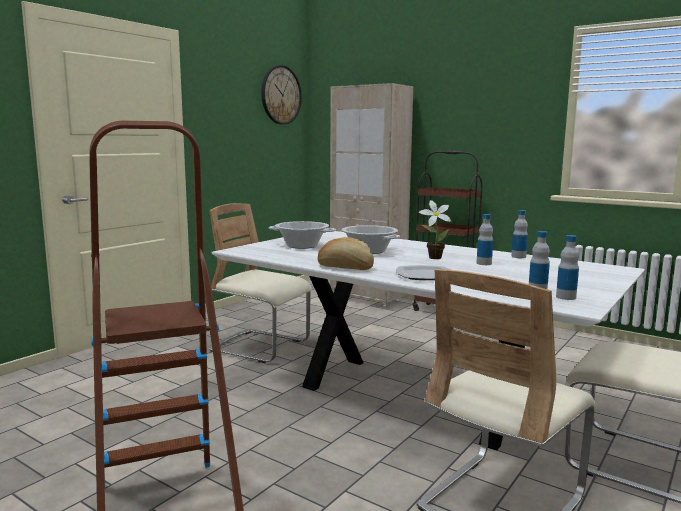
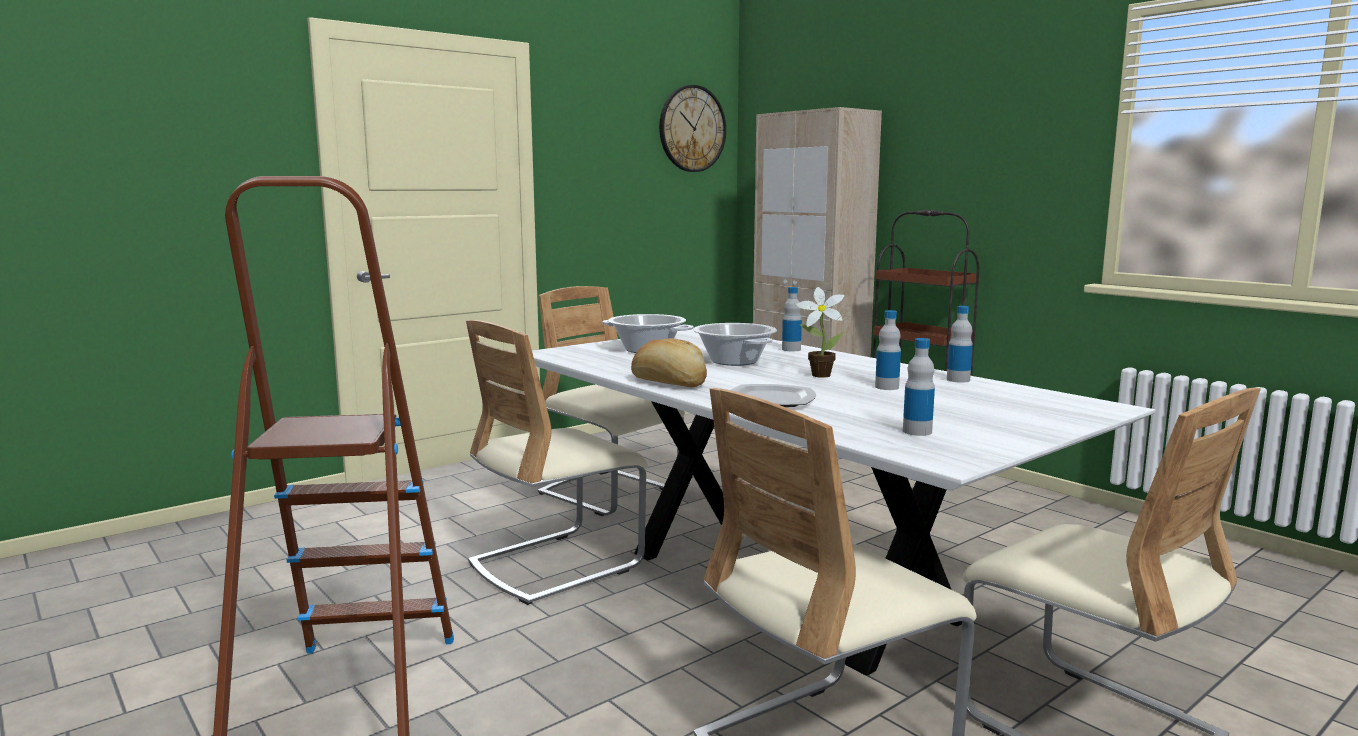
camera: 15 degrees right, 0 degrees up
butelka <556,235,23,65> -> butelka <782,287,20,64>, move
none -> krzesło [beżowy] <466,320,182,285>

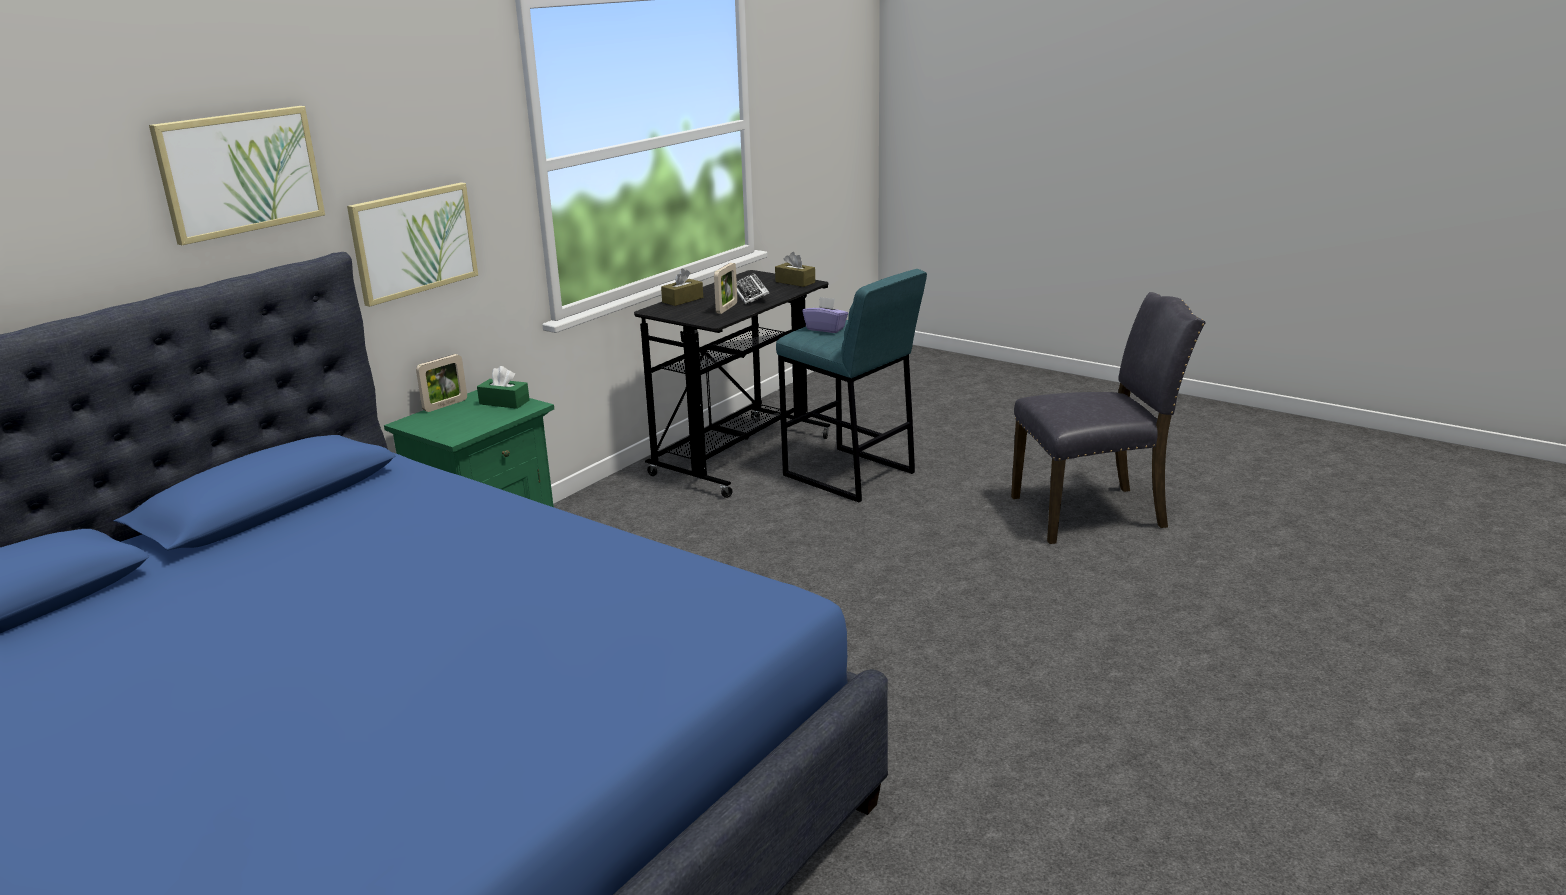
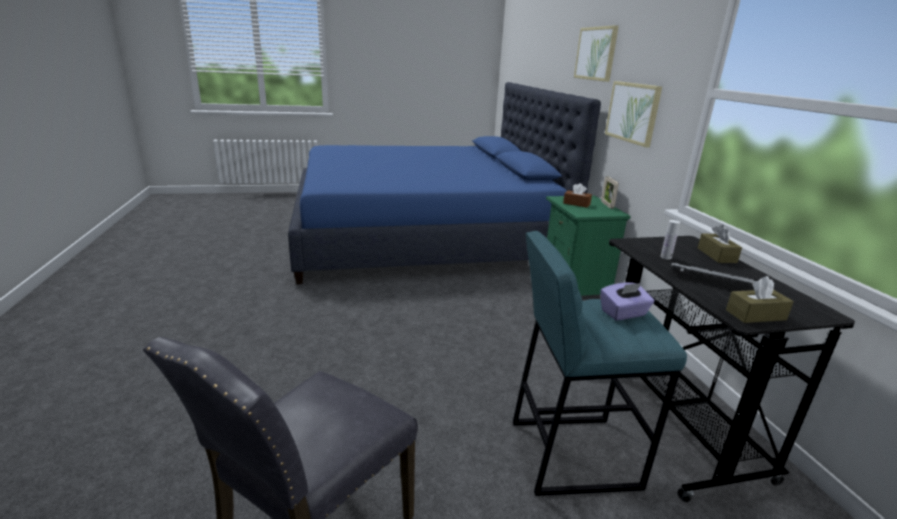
camera: 130 degrees right, 0 degrees up
pudełko chusteczek [zielony] <477,366,53,43> -> none
ramka na zdjęcie <714,263,23,51> -> butelka [biały] <660,220,20,40>
none -> pudełko chusteczek [brązowy] <563,183,29,25>

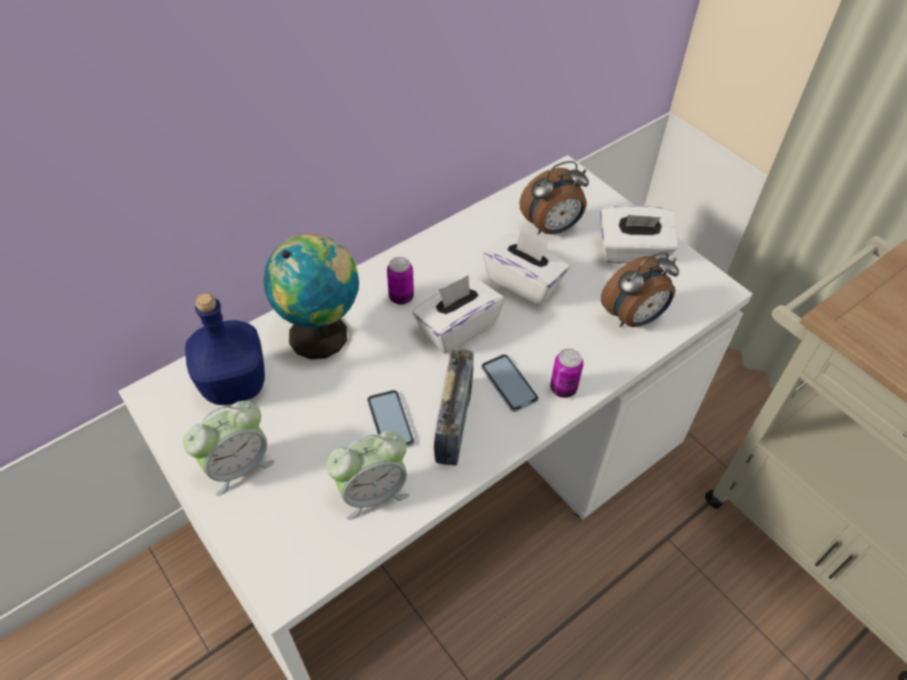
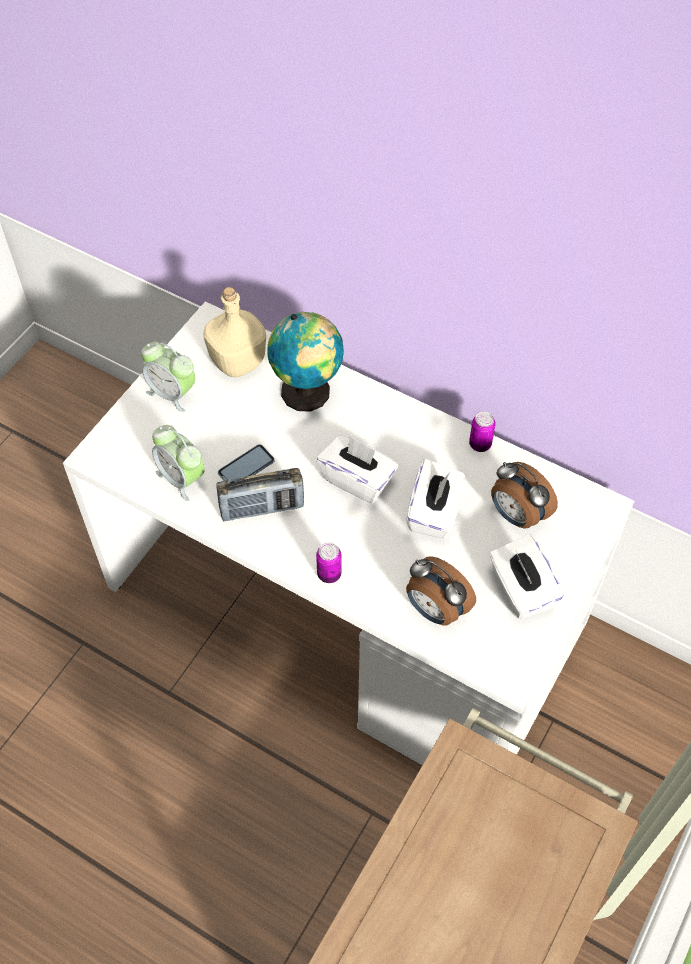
camera: 70 degrees right, 5 degrees up
butelka [niebieski] <185,293,80,112> -> butelka [beżowy] <203,287,63,90>
puszka <387,257,27,48> -> puszka <469,411,27,41>, move
telefon <481,354,58,58> -> none

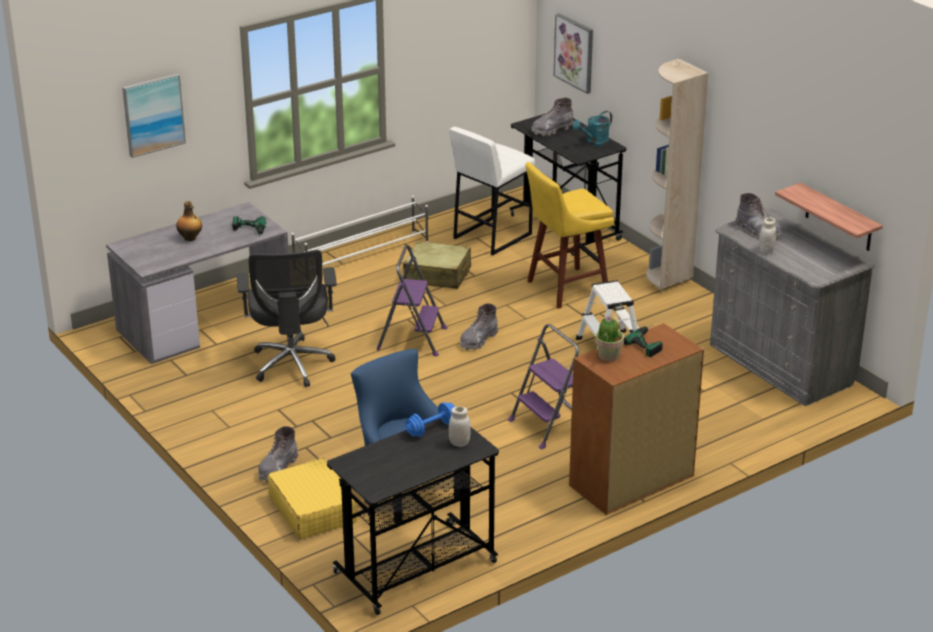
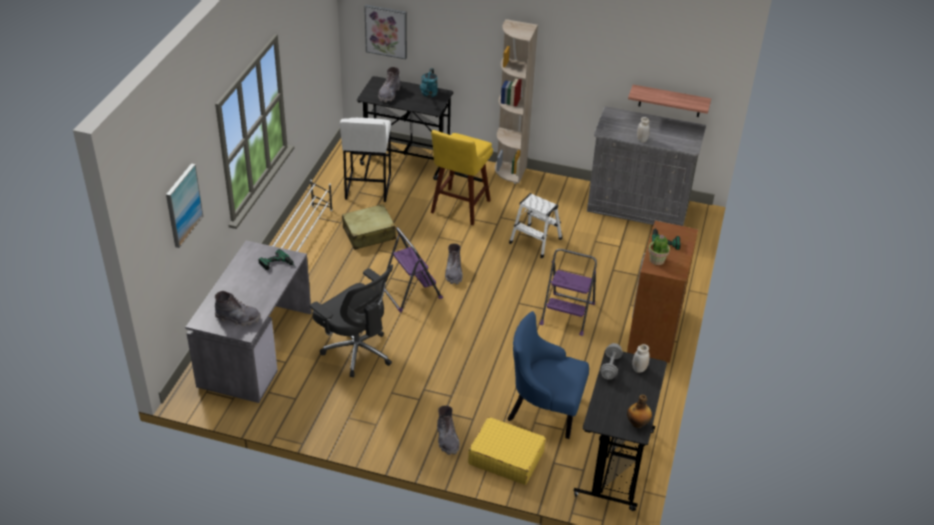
camera: 40 degrees left, 10 degrees up
butelka <176,201,26,40> -> butelka <627,394,25,34>, move
hantel [niebieski] <405,402,50,35> -> hantel [szary] <600,343,23,37>
but z cholewką [szary] <735,193,48,47> -> but z cholewką [szary] <215,291,46,35>, move

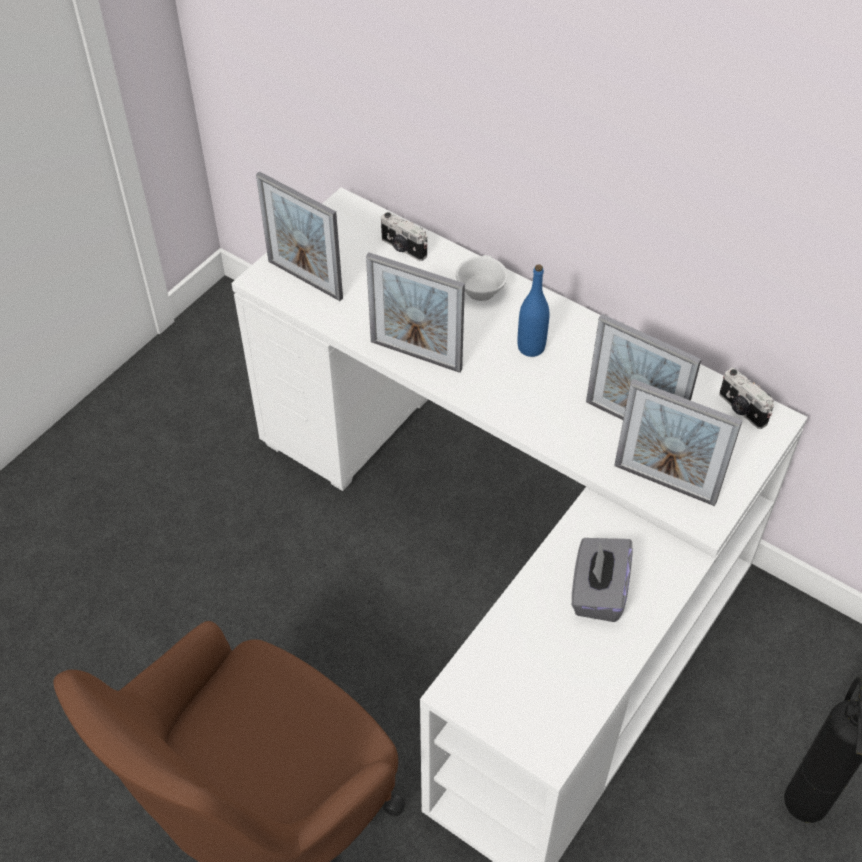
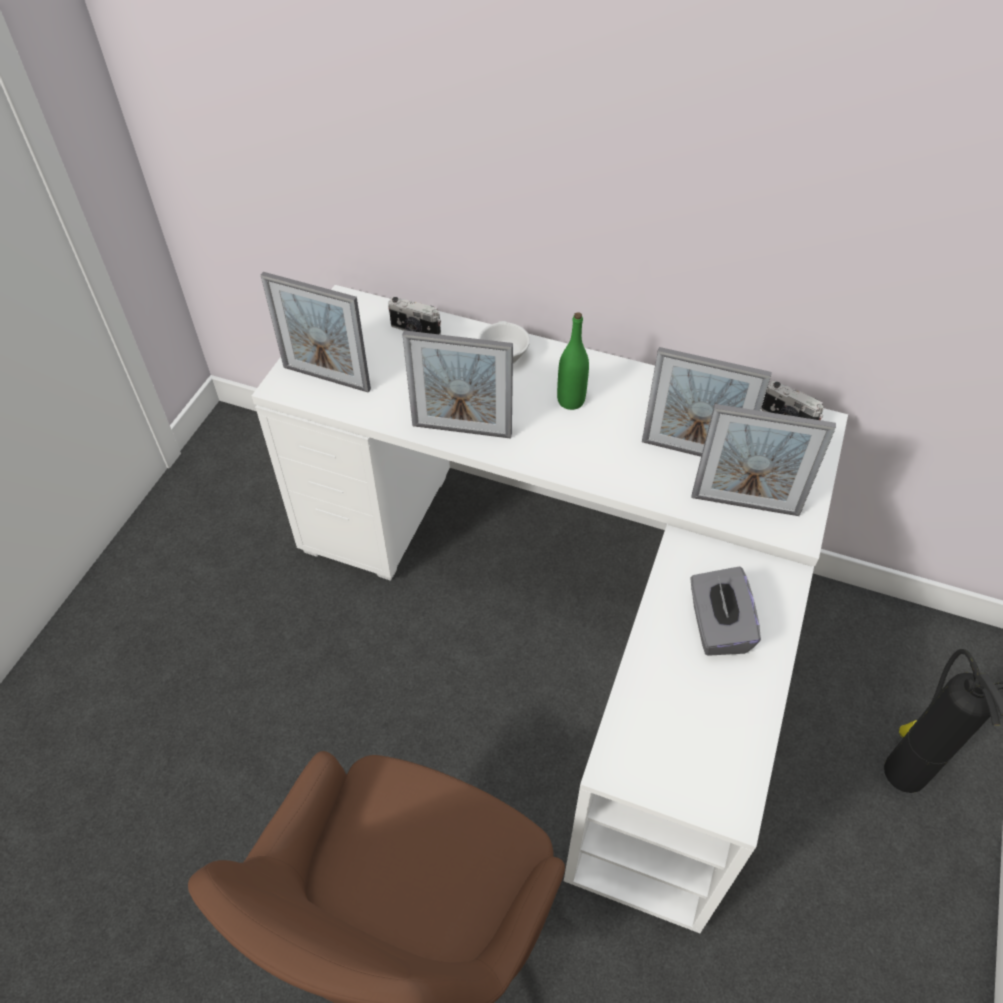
camera: 15 degrees left, 0 degrees up
butelka [niebieski] <517,264,32,93> -> butelka [zielony] <557,312,32,98>

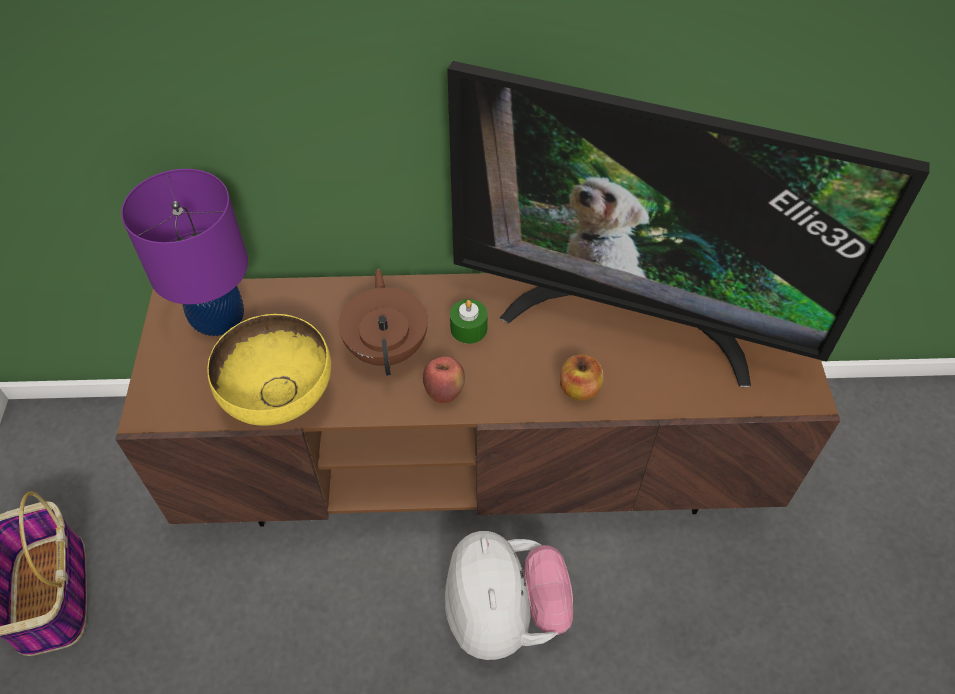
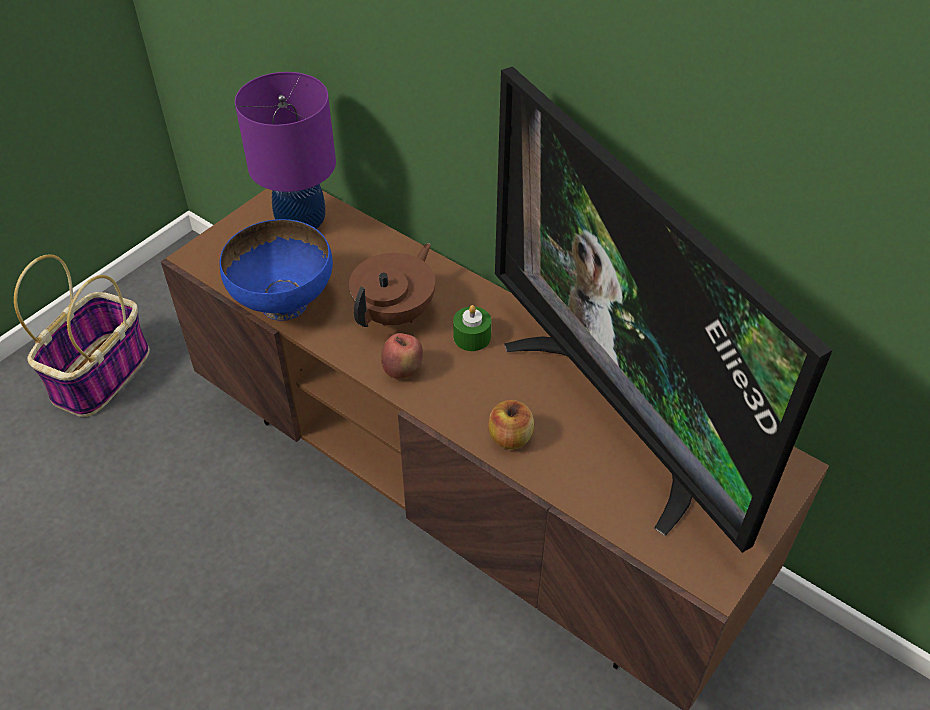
camera: 40 degrees right, 5 degrees down
miska [żółty] <207,314,124,112> -> miska [niebieski] <220,219,113,102>
pluszak <445,531,128,129> -> none

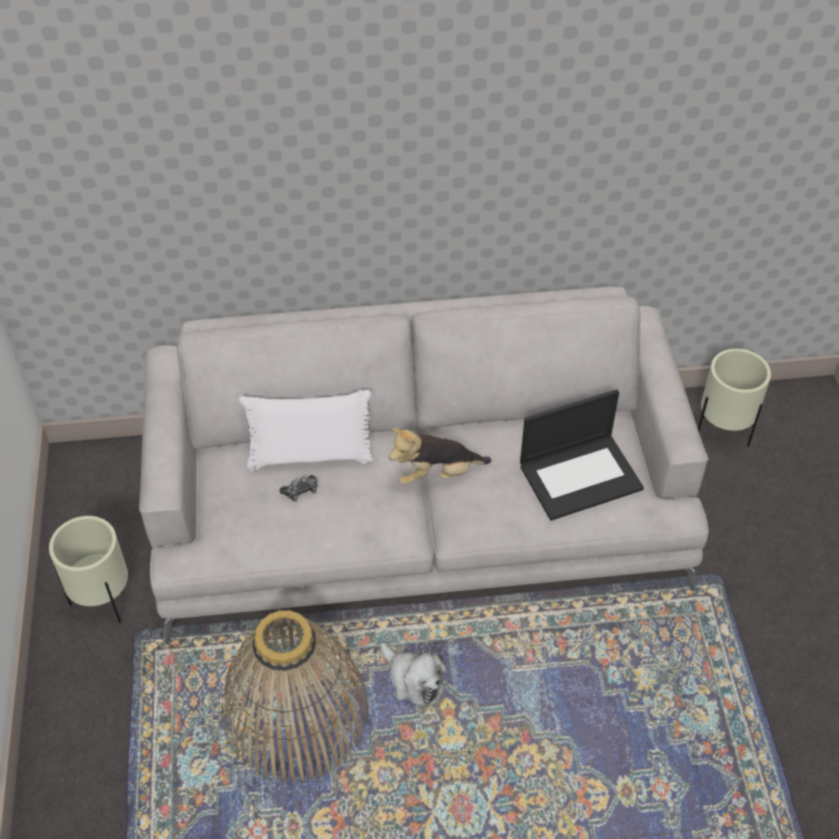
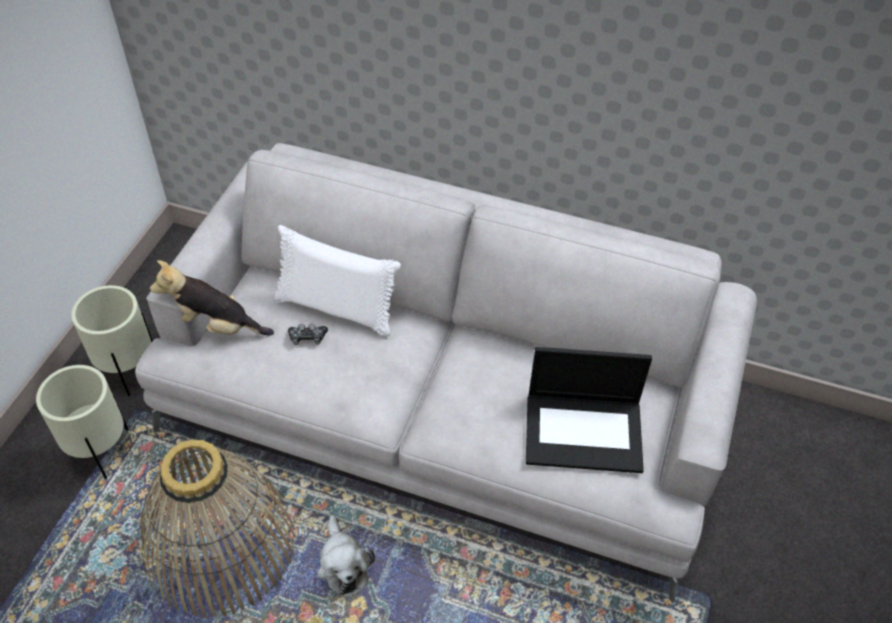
camera: 25 degrees right, 0 degrees up
pluszak <389,428,103,57> -> pluszak <150,260,124,75>, move
donica [beżowy] <698,349,73,98> -> donica [beżowy] <36,365,92,114>, move

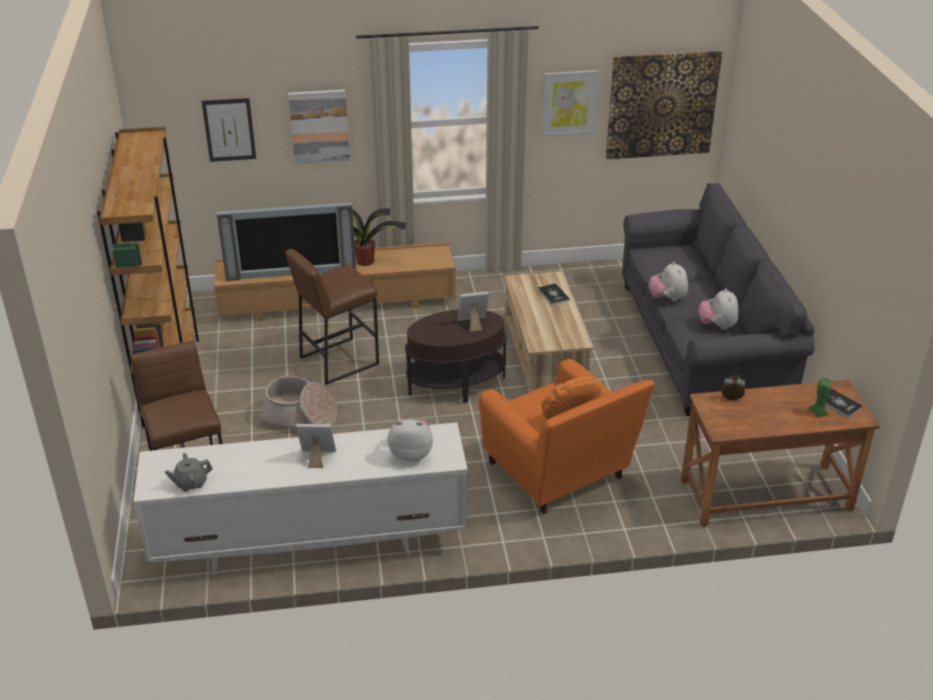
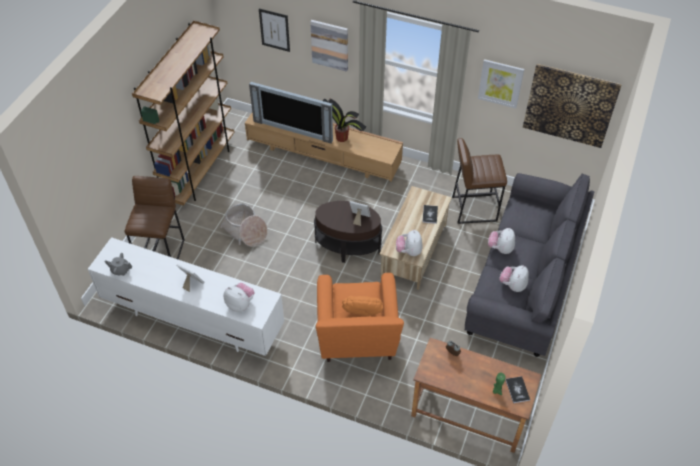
camera: 30 degrees right, 15 degrees up
stołek [brązowy] <286,249,93,136> -> stołek [brązowy] <452,138,55,86>, move
none -> pluszak <396,230,27,26>

